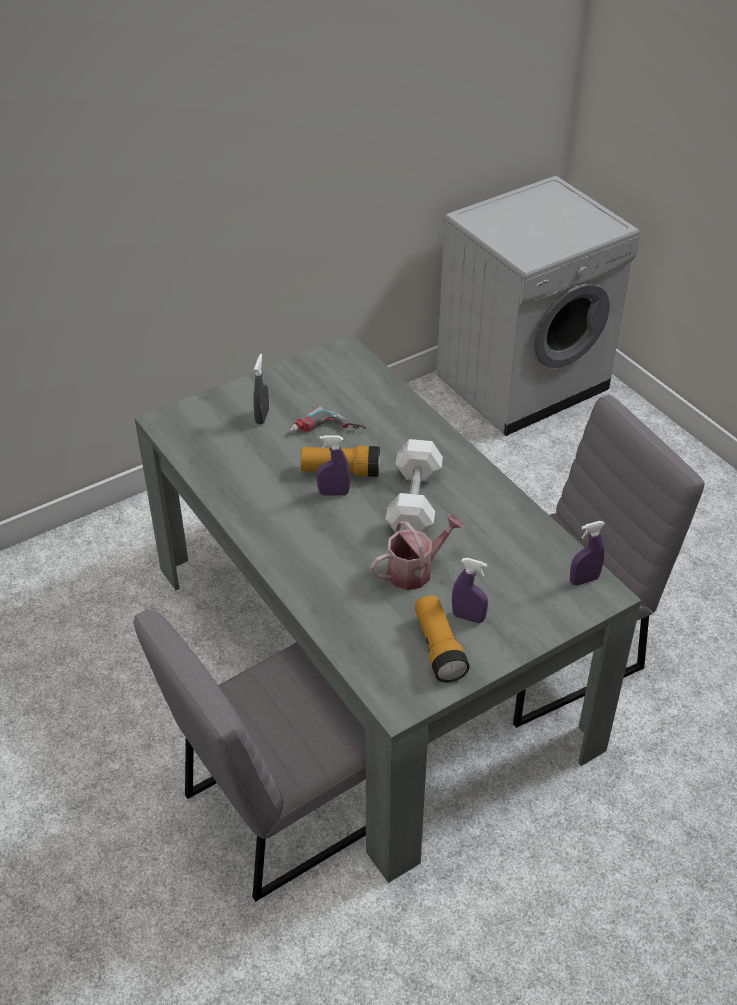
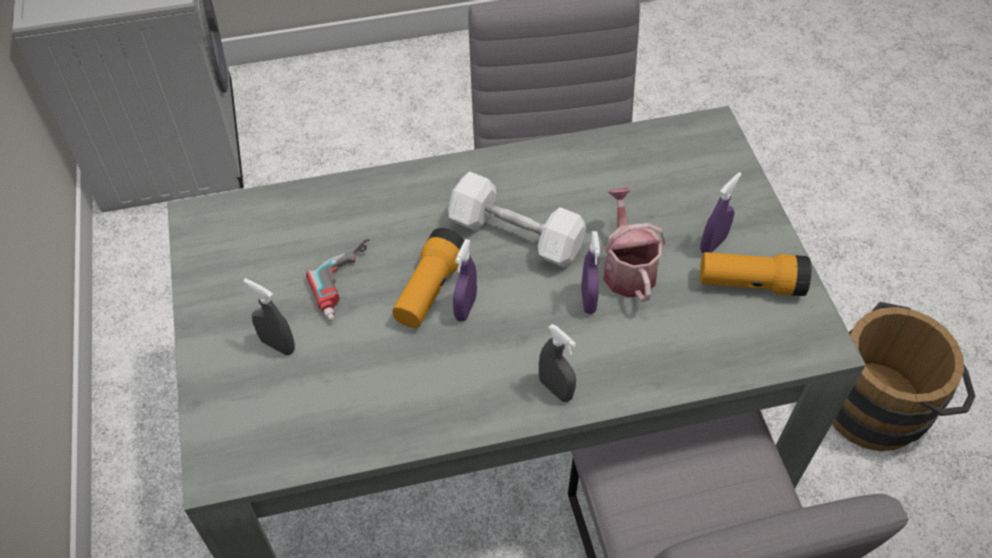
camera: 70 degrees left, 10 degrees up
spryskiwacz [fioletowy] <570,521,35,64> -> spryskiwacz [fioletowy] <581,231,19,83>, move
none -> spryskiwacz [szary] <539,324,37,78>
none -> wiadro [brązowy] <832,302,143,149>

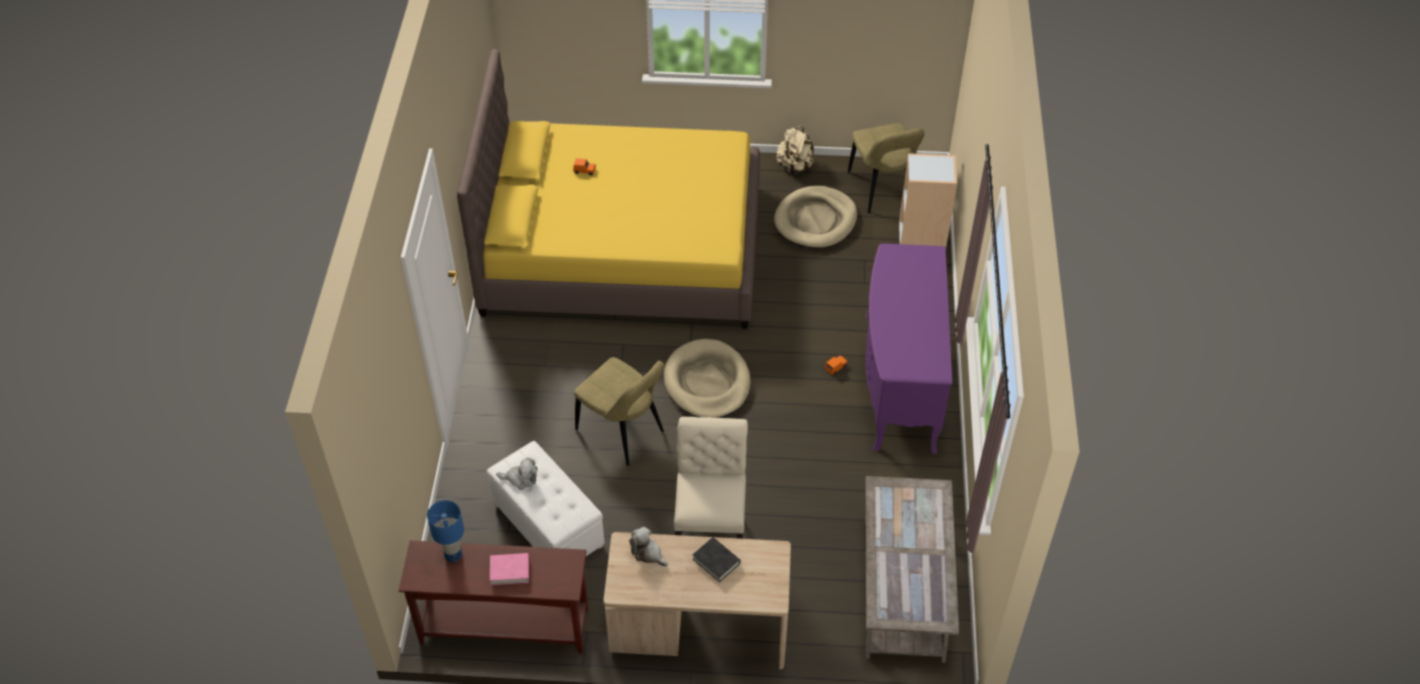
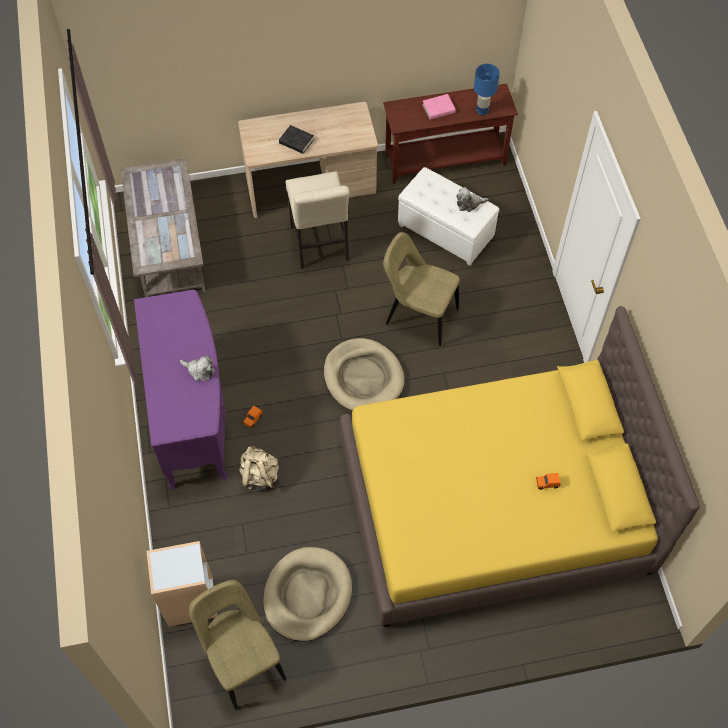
camera: 165 degrees right, 10 degrees up
pluszak <629,527,39,40> -> pluszak <180,355,35,26>, move
plecak [beżowy] <776,126,38,49> -> plecak [beżowy] <239,444,40,46>, move

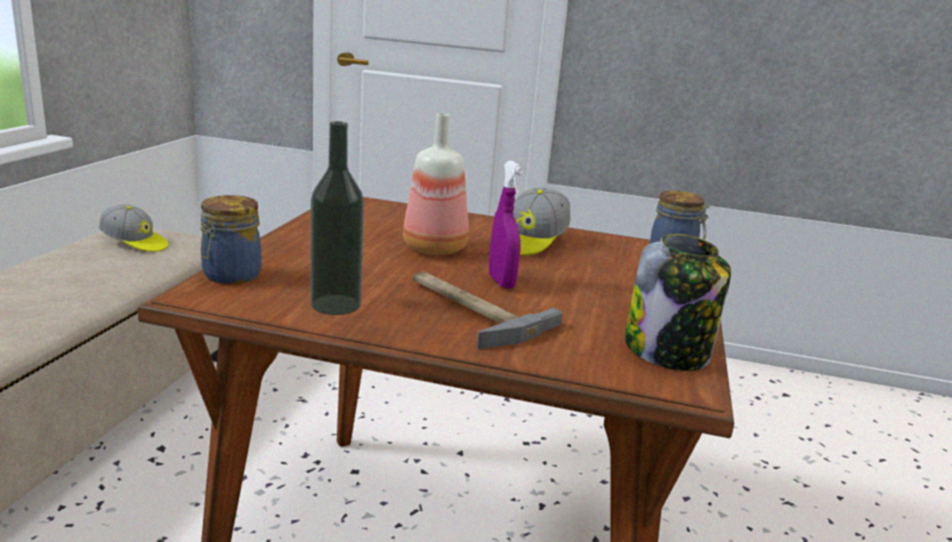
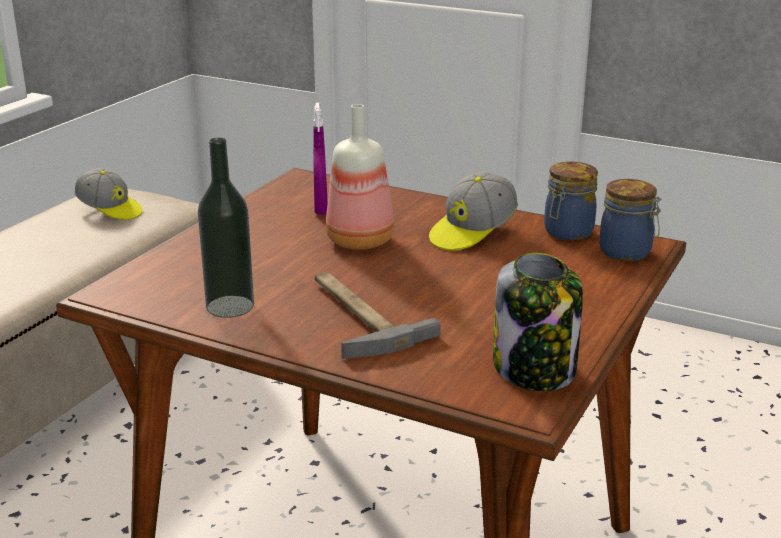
camera: 15 degrees right, 5 degrees up
słoik <200,195,62,89> -> słoik <544,162,54,78>, move
spryskiwacz [fioletowy] <489,161,34,128> -> spryskiwacz [fioletowy] <313,103,15,112>, move

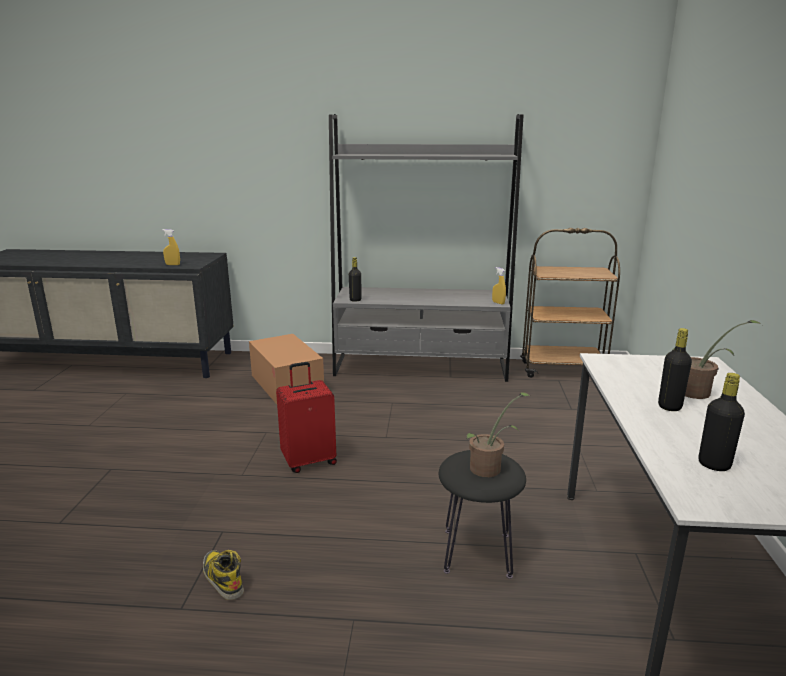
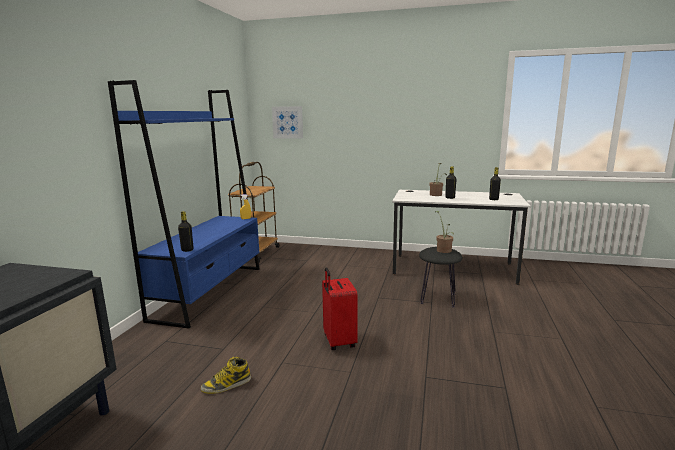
camera: 80 degrees left, 5 degrees down
spryskiwacz [żółty] <162,229,18,36> -> none
but z cholewką <203,550,41,50> -> but z cholewką <201,357,50,37>, move
karton <249,334,75,70> -> none
regał [szary] <329,114,195,268> -> regał [niebieski] <108,80,151,249>
none -> obraz <272,106,31,32>

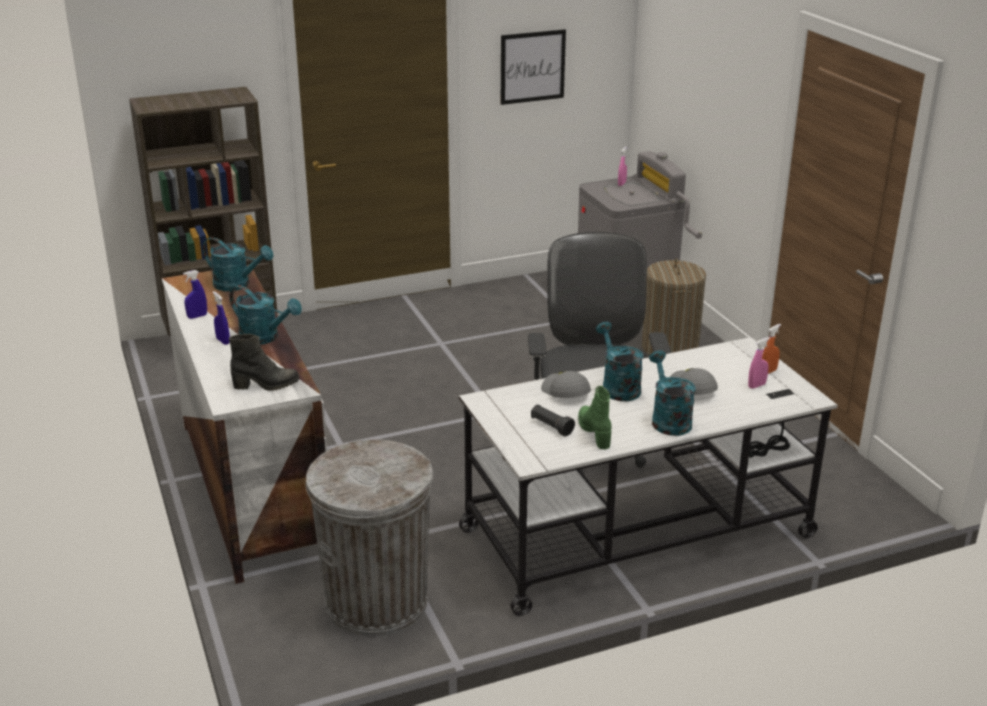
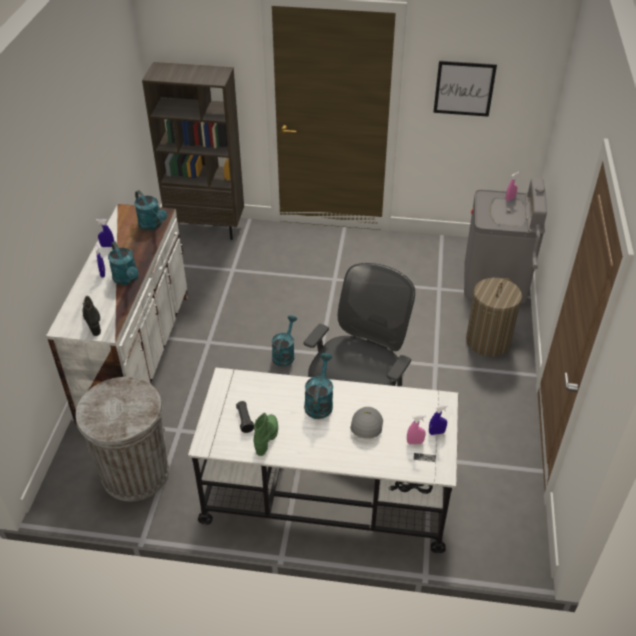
camera: 30 degrees right, 15 degrees up
but z cholewką [czarny] <229,334,70,57> -> but z cholewką [czarny] <83,296,18,40>, 135 degrees counterclockwise
czapka z daszkiem [szary] <541,371,50,27> -> none
konewka [turkusowy] <649,351,46,85> -> konewka [turkusowy] <272,315,25,51>, move
spryskiwacz [pomarańczowy] <762,324,19,50> -> spryskiwacz [niebieski] <429,405,19,30>

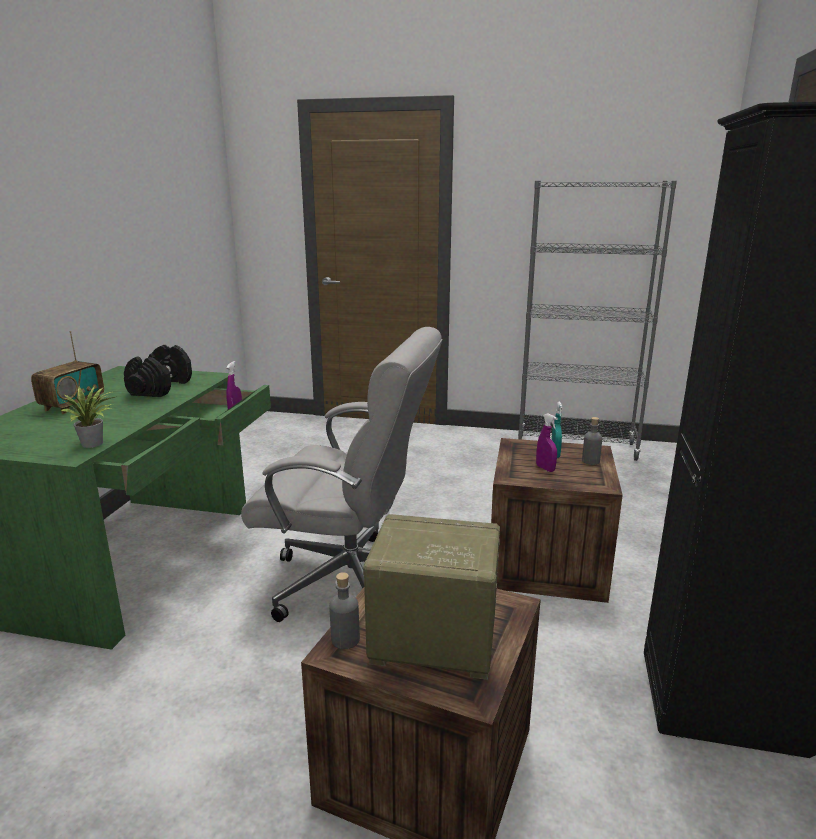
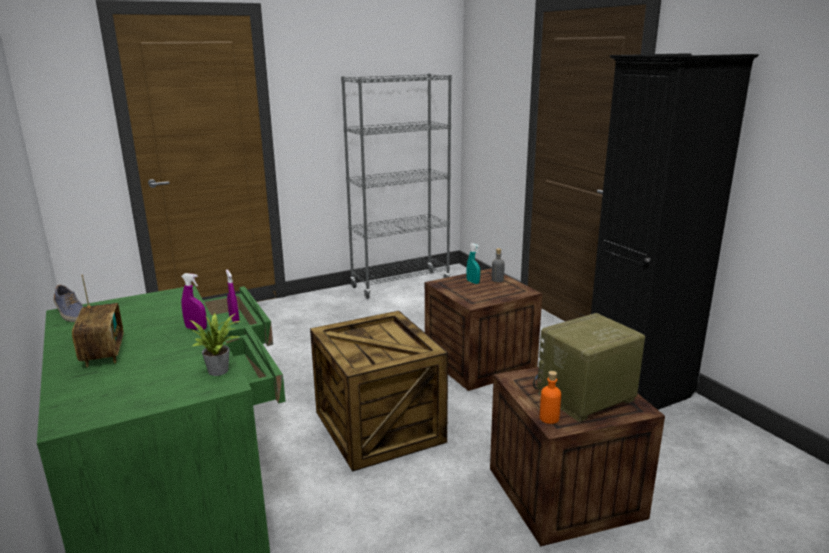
camera: 40 degrees left, 0 degrees up
hantel [czarny] <124,345,68,52> -> none
krzesło biurowe [szary] <241,327,202,295> -> skrzynka <310,311,138,161>
butelka [szary] <329,572,31,77> -> butelka [pomarańczowy] <540,371,21,53>
spryskiwacz [fioletowy] <536,413,22,59> -> spryskiwacz [fioletowy] <181,273,26,57>, move
none -> but <53,285,30,37>

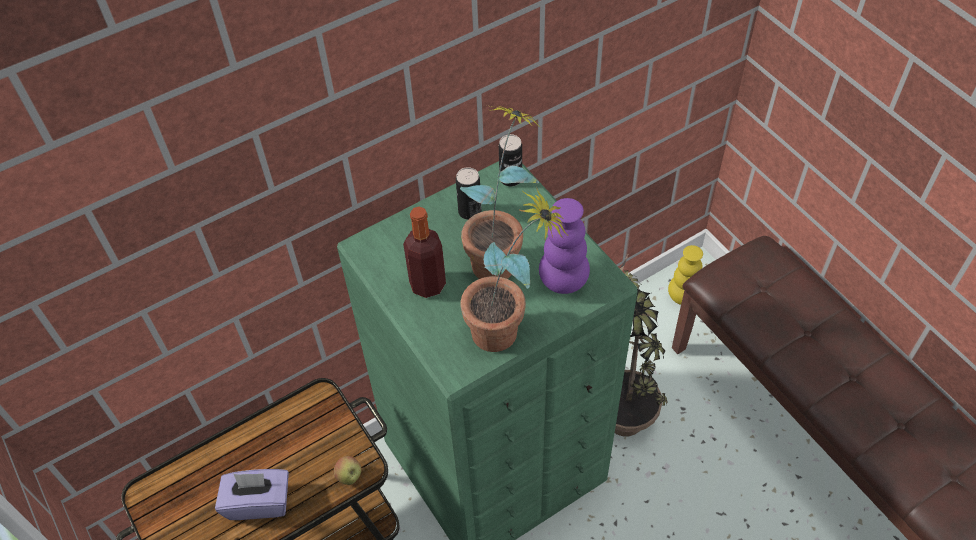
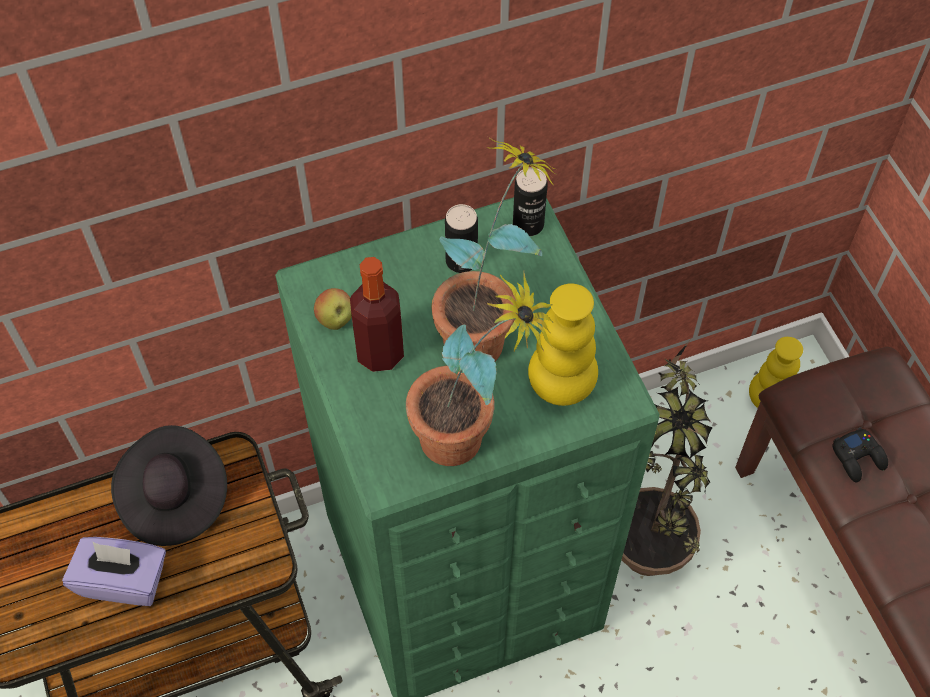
camera: 10 degrees right, 5 degrees up
jabłko <334,456,28,29> -> jabłko <314,288,38,42>, move
wazon [fioletowy] <539,198,51,96> -> wazon [żółty] <528,283,70,123>
none -> kapelusz [czarny] <111,425,116,121>
none -> pad do gier [czarny] <833,427,55,55>

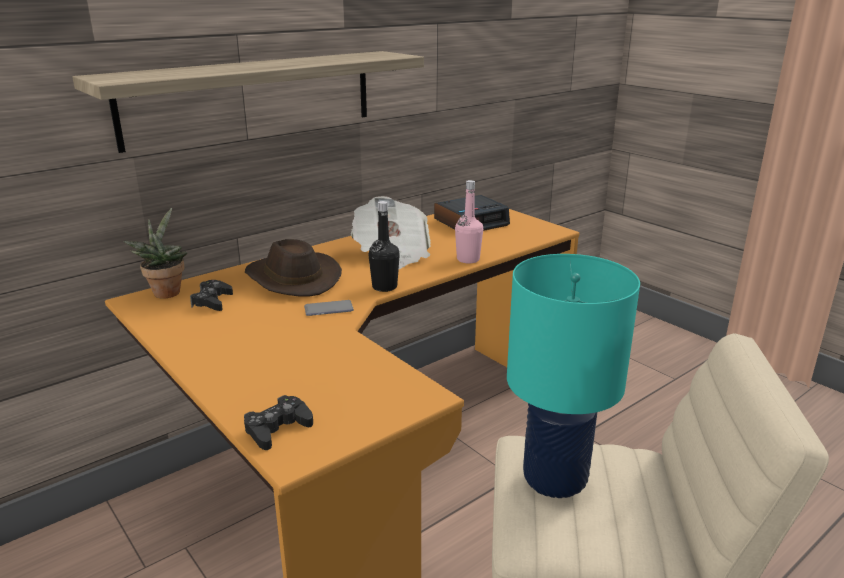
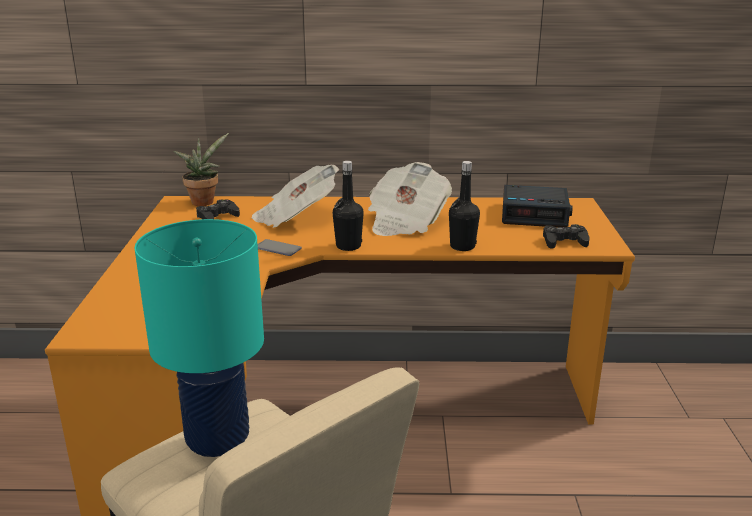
camera: 40 degrees right, 0 degrees up
półka <72,51,352,102> -> none
pad do gier [czarny] <244,395,69,55> -> pad do gier [czarny] <543,224,47,25>, move
kapelusz [brązowy] <245,239,97,58> -> gazeta <252,165,87,63>
butelka [różowy] <455,180,28,83> -> butelka [czarny] <449,161,31,90>

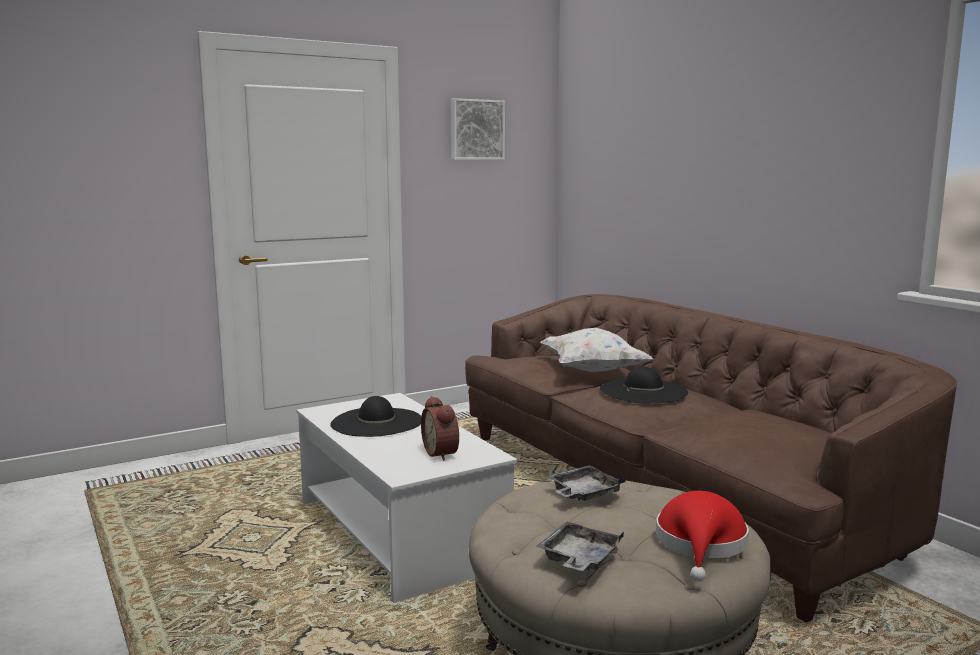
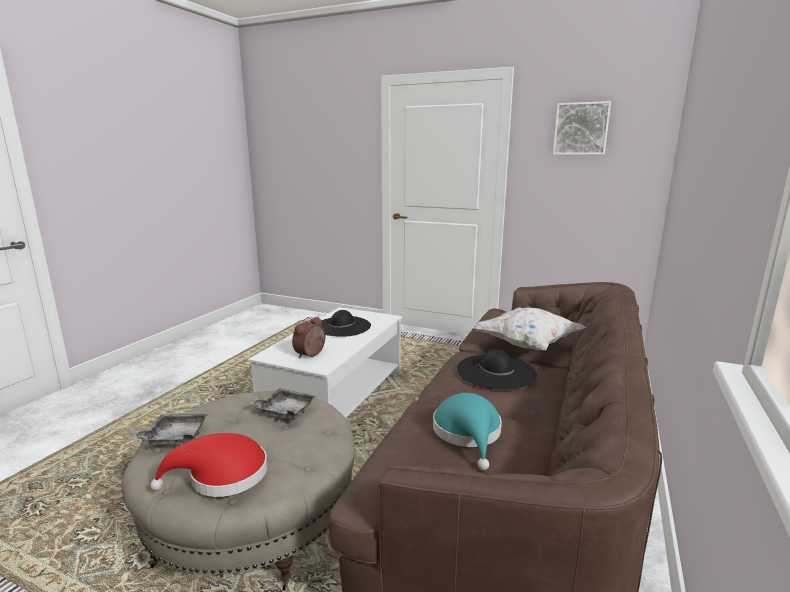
camera: 55 degrees right, 5 degrees up
none -> kapelusz [turkusowy] <433,393,69,77>

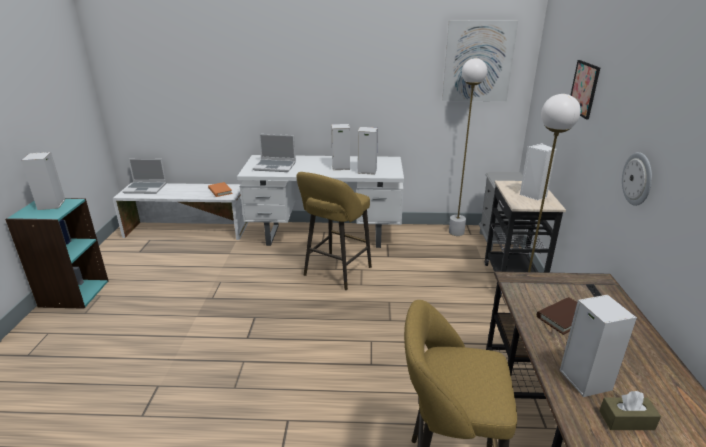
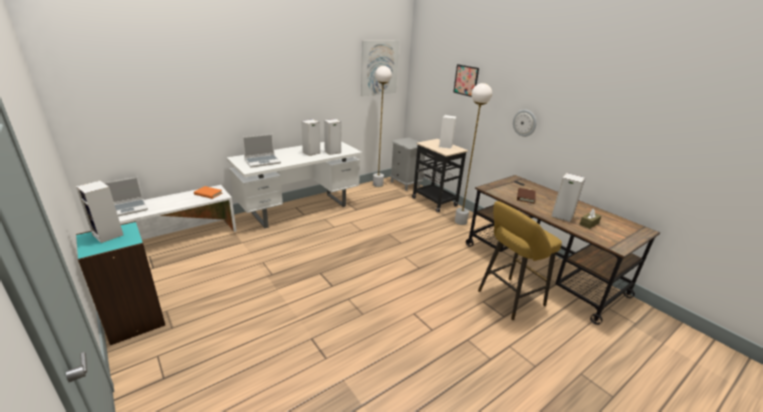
camera: 40 degrees left, 0 degrees up
stołek [żółty] <296,172,76,118> -> none

